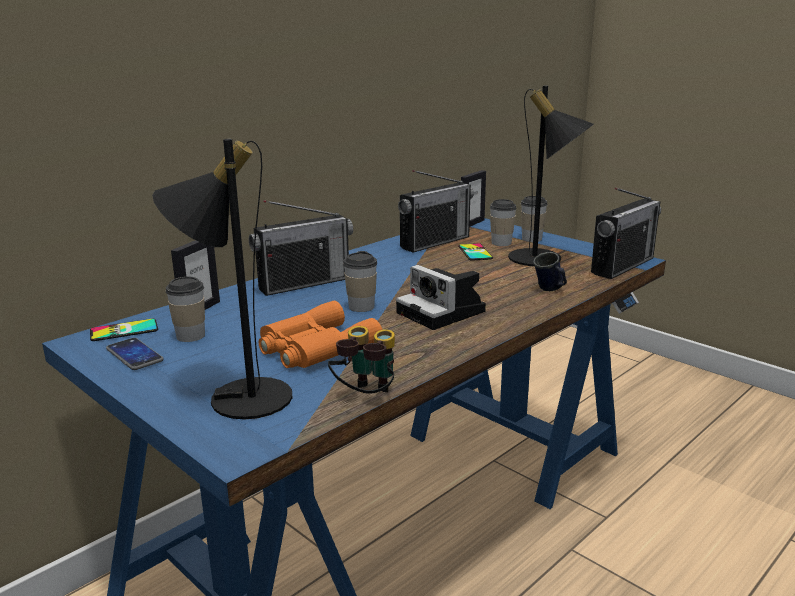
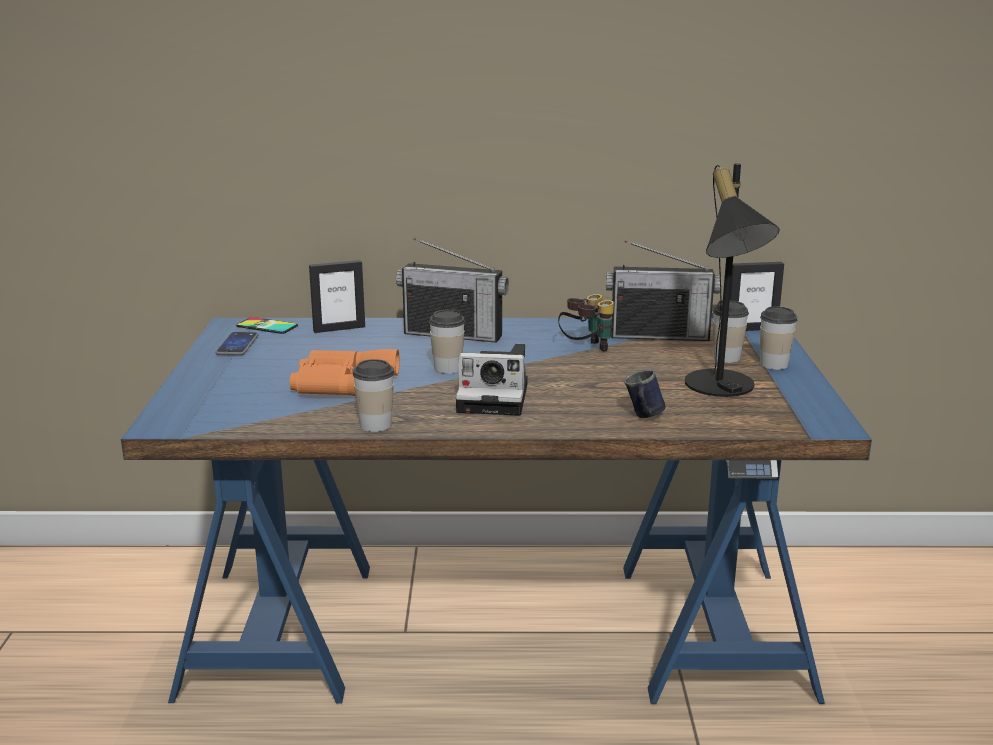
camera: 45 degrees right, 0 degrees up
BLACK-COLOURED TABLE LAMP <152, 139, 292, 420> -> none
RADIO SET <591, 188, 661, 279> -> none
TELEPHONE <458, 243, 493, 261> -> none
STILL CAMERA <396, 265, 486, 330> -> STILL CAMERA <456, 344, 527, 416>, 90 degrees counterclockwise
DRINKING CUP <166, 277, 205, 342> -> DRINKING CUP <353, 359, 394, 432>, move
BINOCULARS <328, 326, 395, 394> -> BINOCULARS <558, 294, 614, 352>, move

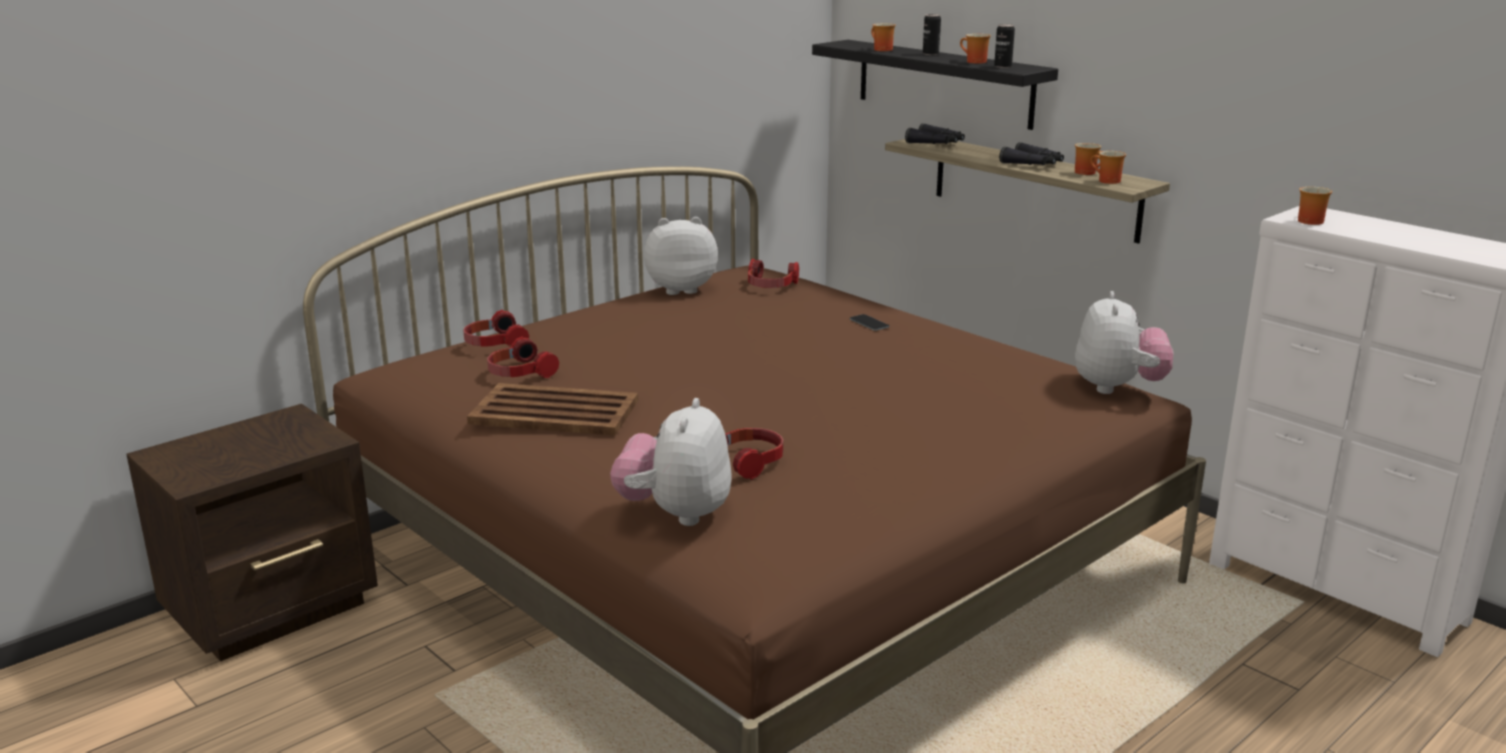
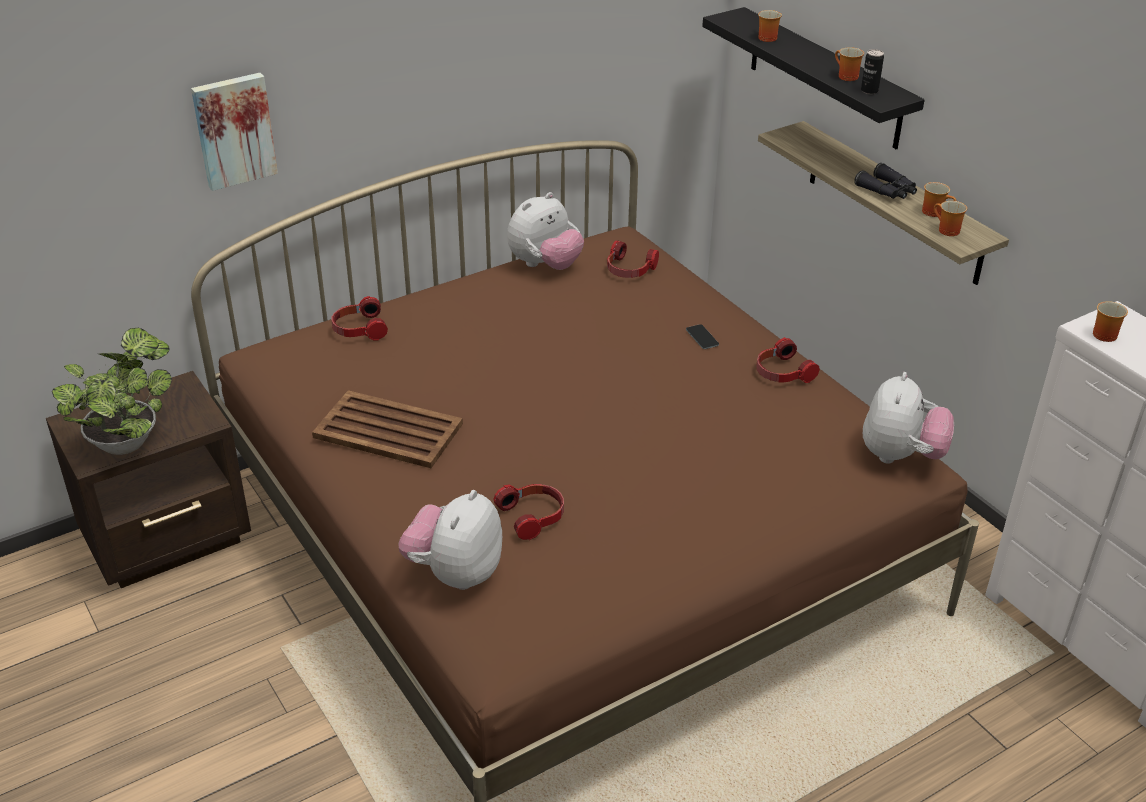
camera: 10 degrees right, 15 degrees up
SEALED CAN <923, 14, 941, 55> -> none
BLACK-COLOURED BINOCULARS <905, 123, 965, 144> -> none
SOFT TOY <644, 217, 718, 295> -> SOFT TOY <507, 192, 584, 270>, 135 degrees clockwise
HEADPHONES <487, 337, 559, 378> -> HEADPHONES <756, 337, 820, 383>, move
none -> PICTURE <191, 73, 278, 191>
none -> POTTED PLANT <52, 328, 172, 455>

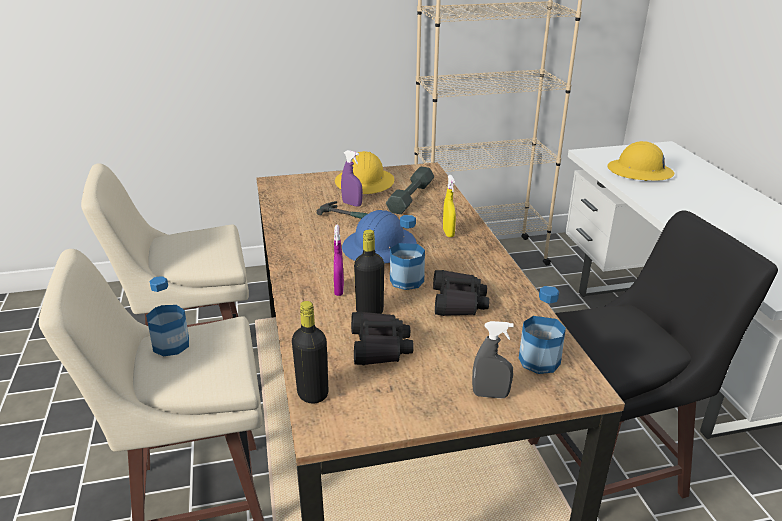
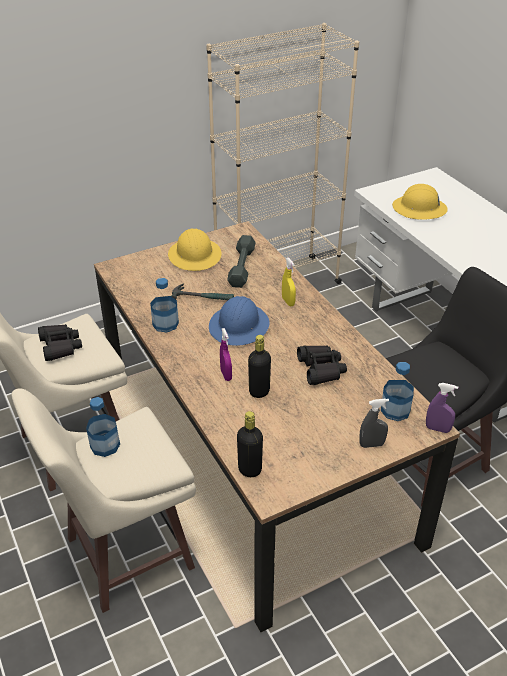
camera: 15 degrees left, 10 degrees up
PURPLE SPRAY BOTTLE <341, 150, 363, 207> -> PURPLE SPRAY BOTTLE <426, 383, 458, 433>, move
BEVERAGE BOTTLE <390, 215, 425, 290> -> BEVERAGE BOTTLE <150, 278, 179, 332>, move
BLACK-COLOURED BINOCULARS <351, 311, 414, 365> -> BLACK-COLOURED BINOCULARS <38, 324, 82, 361>, move

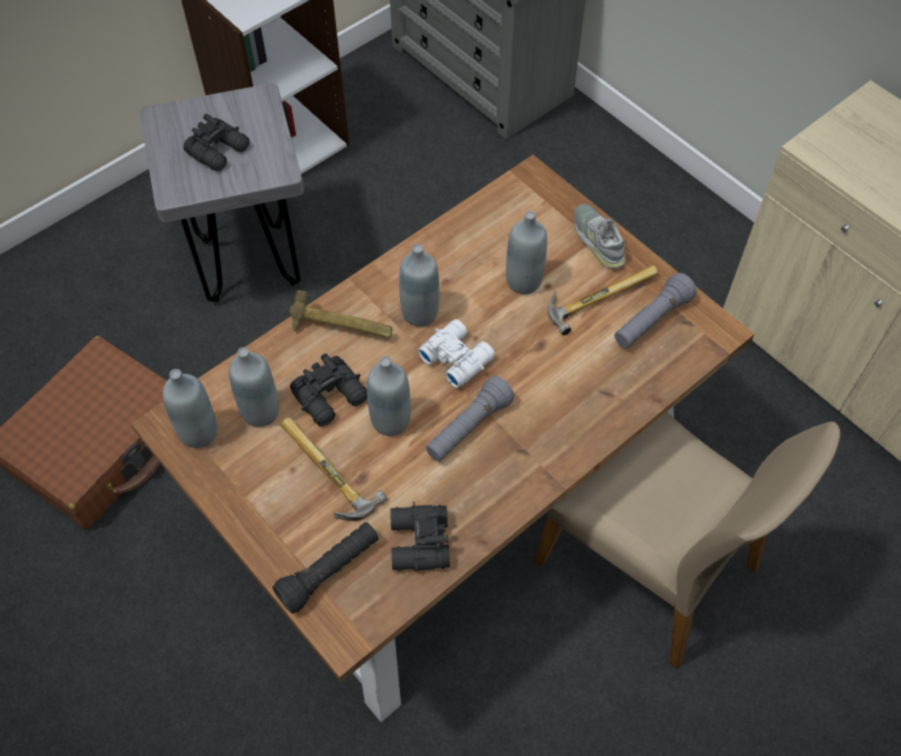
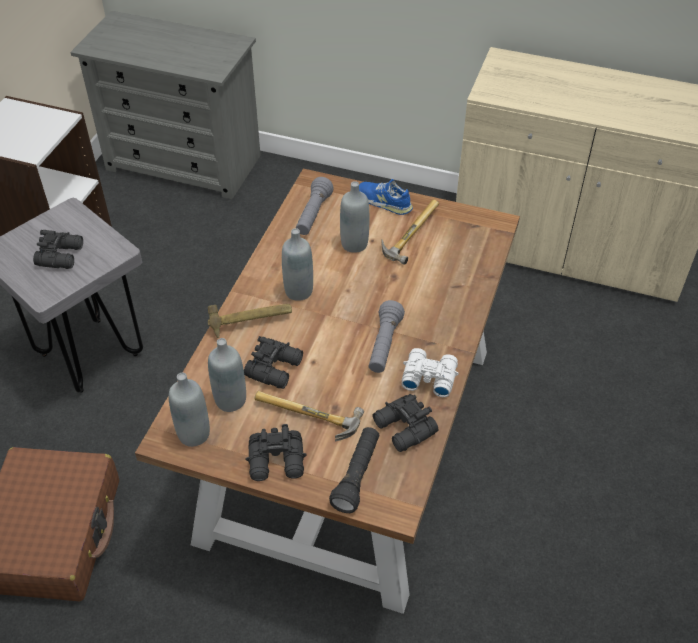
camera: 30 degrees left, 10 degrees down
GREY LOW SHOE <574, 204, 626, 269> -> BLUE-COLOURED LOW SHOE <359, 179, 413, 215>
GREY FLASHLIGHT <615, 273, 697, 348> -> GREY FLASHLIGHT <296, 177, 334, 235>, move
WHITE-COLOURED BINOCULARS <418, 319, 495, 388> -> WHITE-COLOURED BINOCULARS <402, 348, 459, 397>, move
GREY BEVERAGE BOTTLE <367, 356, 411, 436> -> none
BEIGE-COLOURED CHAIR <534, 412, 840, 669> -> none
none -> BLACK-COLOURED BINOCULARS <245, 424, 307, 481>

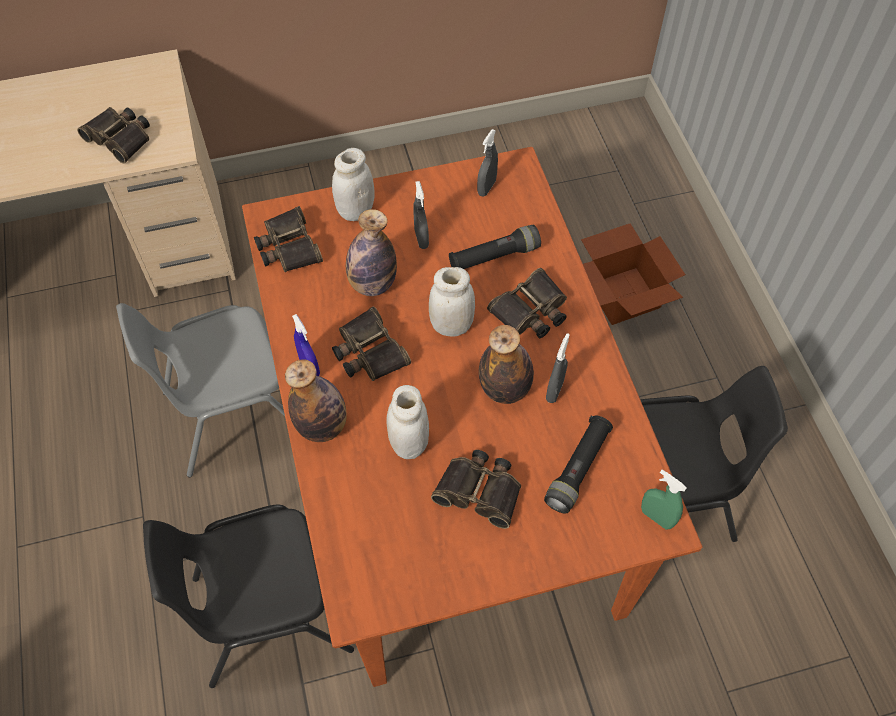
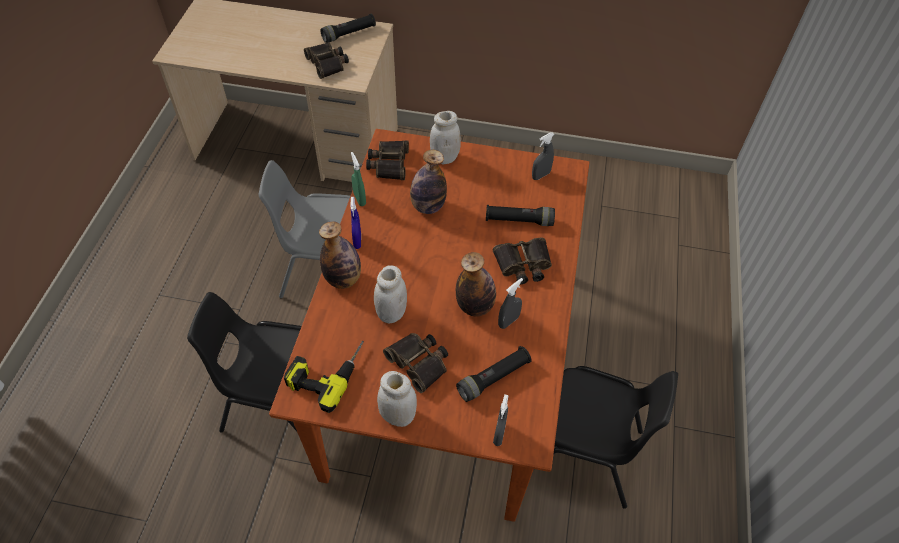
camera: 25 degrees right, 5 degrees down
GREY SPRAY BOTTLE <413, 181, 429, 249> -> GREY SPRAY BOTTLE <493, 395, 508, 446>, move
PACKING BOX <581, 223, 686, 325> -> none
WHITE-COLOURED STORAGE JAR <429, 267, 475, 337> -> WHITE-COLOURED STORAGE JAR <377, 371, 417, 427>, move
BINOCULARS <332, 306, 411, 381> -> none
GREENISH SPRAY BOTTLE <641, 469, 687, 530> -> GREENISH SPRAY BOTTLE <351, 152, 366, 206>, move
none -> BLACK-COLOURED FLASHLIGHT <320, 14, 376, 43>
none -> POWER DRILL <284, 341, 364, 413>

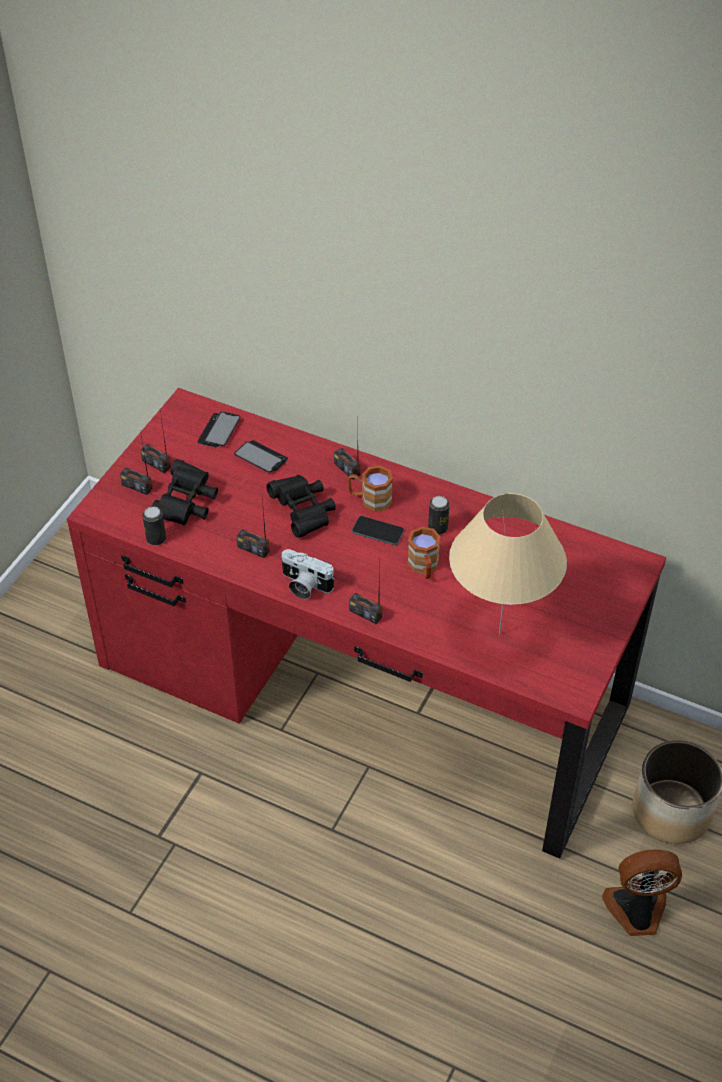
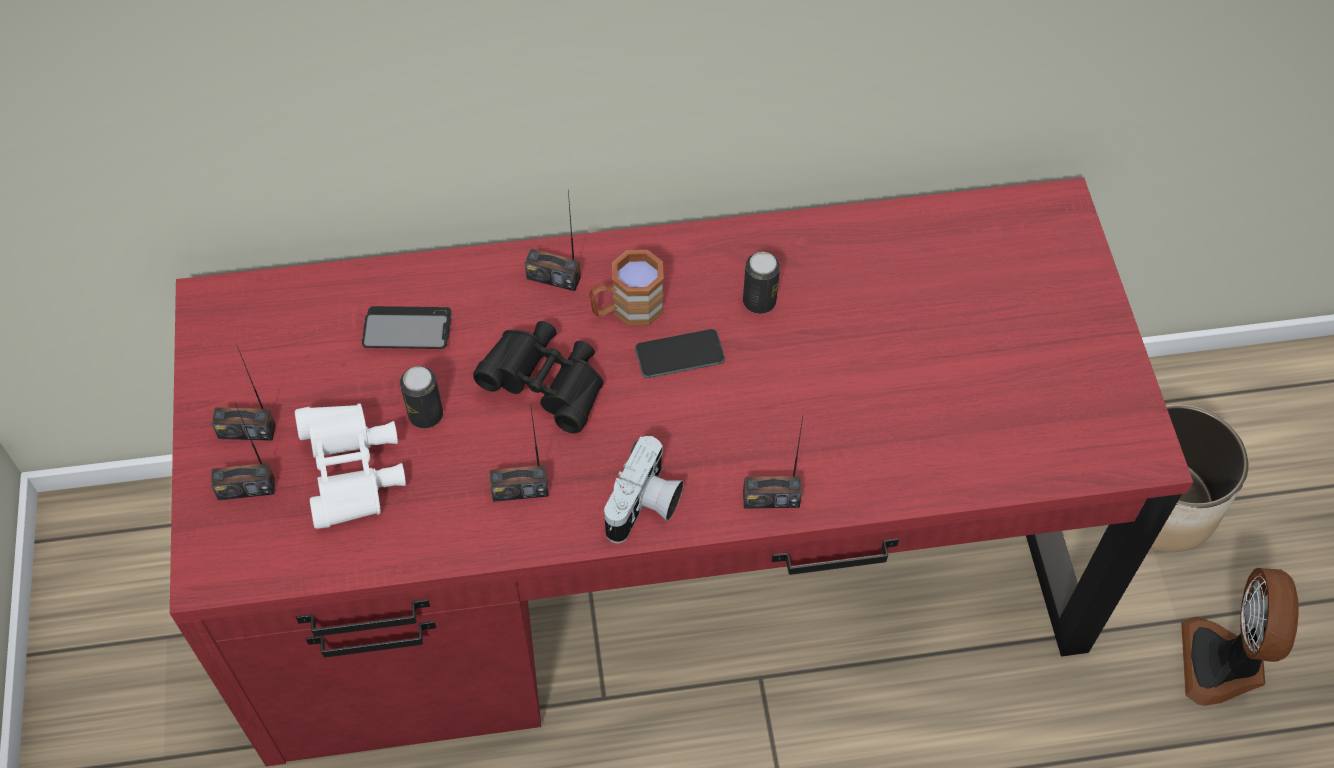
camera: 35 degrees left, 10 degrees up
TELEPHONE <197, 412, 241, 447> -> none
BLACK-COLOURED BINOCULARS <151, 459, 218, 525> -> WHITE-COLOURED BINOCULARS <295, 404, 406, 529>
BEIGE-COLOURED TABLE LAMP <449, 493, 567, 634> -> none
SEALED CAN <142, 506, 166, 545> -> SEALED CAN <400, 366, 443, 429>, move
BROWN MUG <407, 527, 440, 579> -> none
STILL CAMERA <281, 549, 334, 599> -> STILL CAMERA <604, 436, 684, 543>, 60 degrees counterclockwise
ELECTRIC FAN <602, 849, 682, 936> -> ELECTRIC FAN <1181, 568, 1299, 706>, 45 degrees counterclockwise

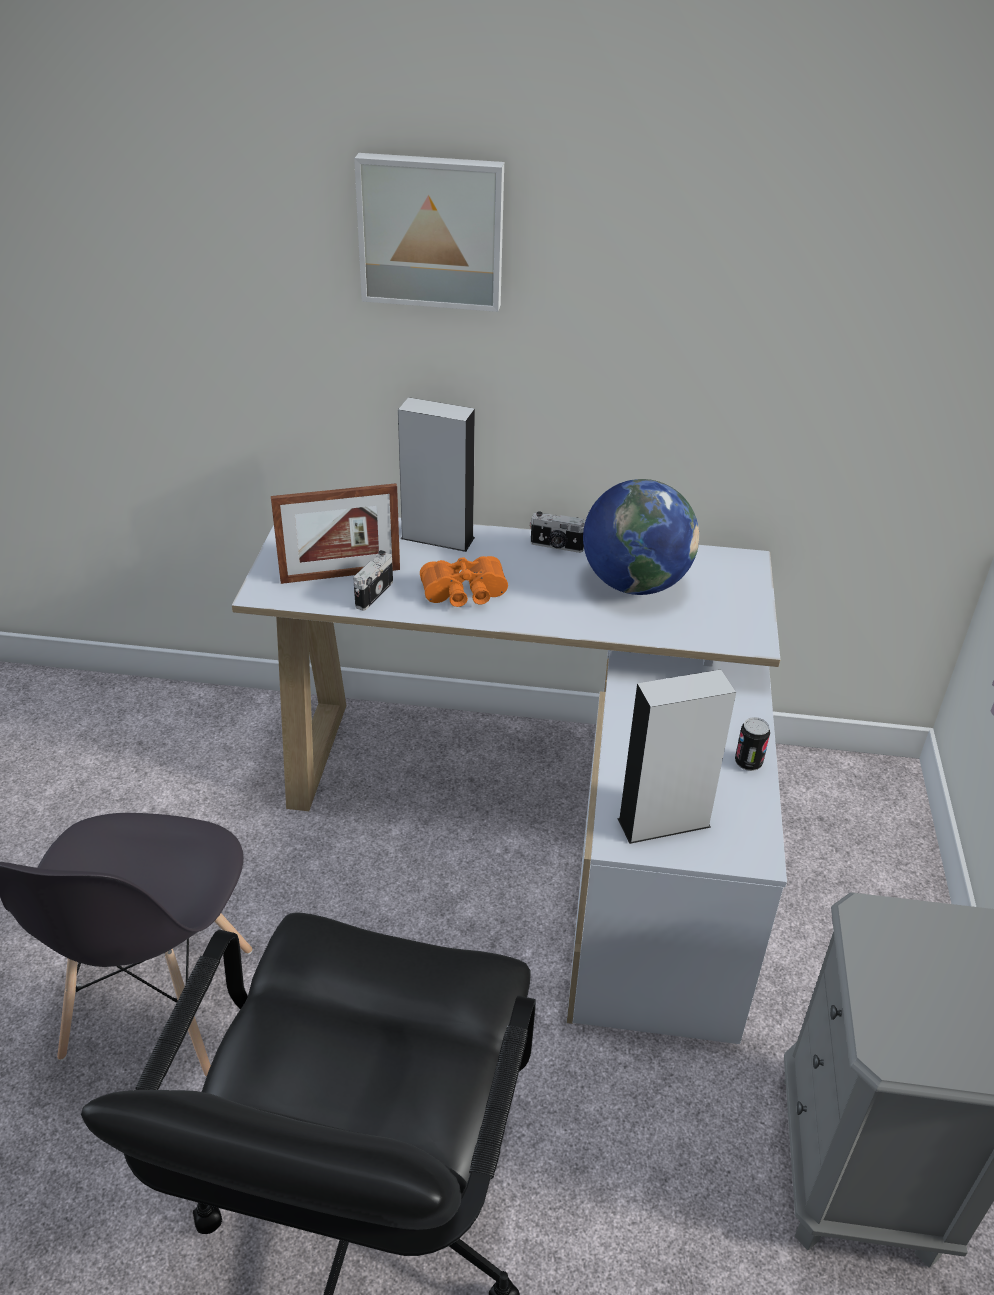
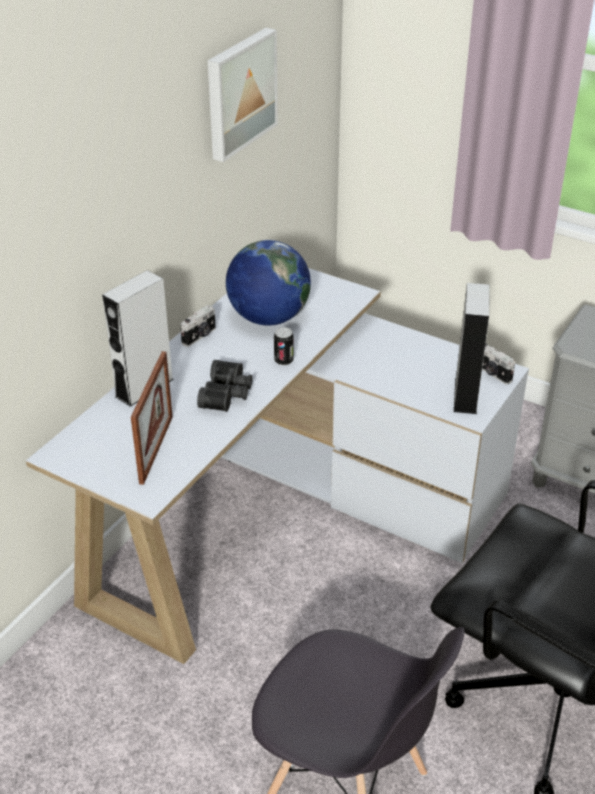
camera: 65 degrees left, 0 degrees up
PICTURE <354, 153, 504, 312> -> PICTURE <208, 28, 278, 162>, move
STILL CAMERA <353, 550, 393, 611> -> STILL CAMERA <482, 343, 515, 384>, move
ORANGE-COLOURED BINOCULARS <420, 556, 508, 607> -> BLACK-COLOURED BINOCULARS <197, 360, 253, 412>
SEALED CAN <735, 717, 770, 771> -> SEALED CAN <274, 327, 294, 366>, move

